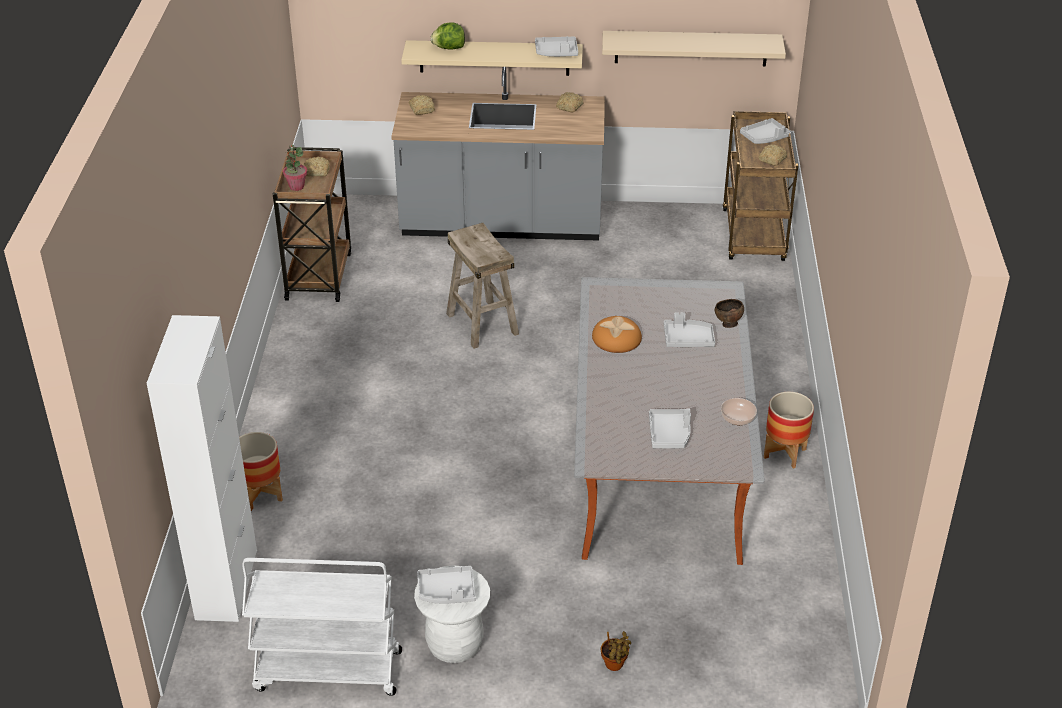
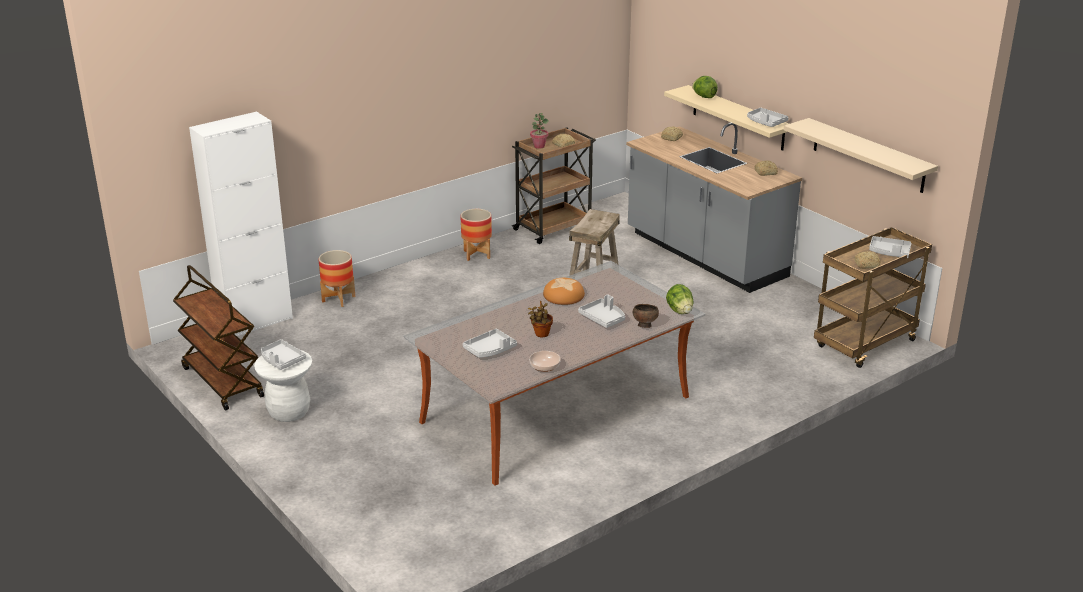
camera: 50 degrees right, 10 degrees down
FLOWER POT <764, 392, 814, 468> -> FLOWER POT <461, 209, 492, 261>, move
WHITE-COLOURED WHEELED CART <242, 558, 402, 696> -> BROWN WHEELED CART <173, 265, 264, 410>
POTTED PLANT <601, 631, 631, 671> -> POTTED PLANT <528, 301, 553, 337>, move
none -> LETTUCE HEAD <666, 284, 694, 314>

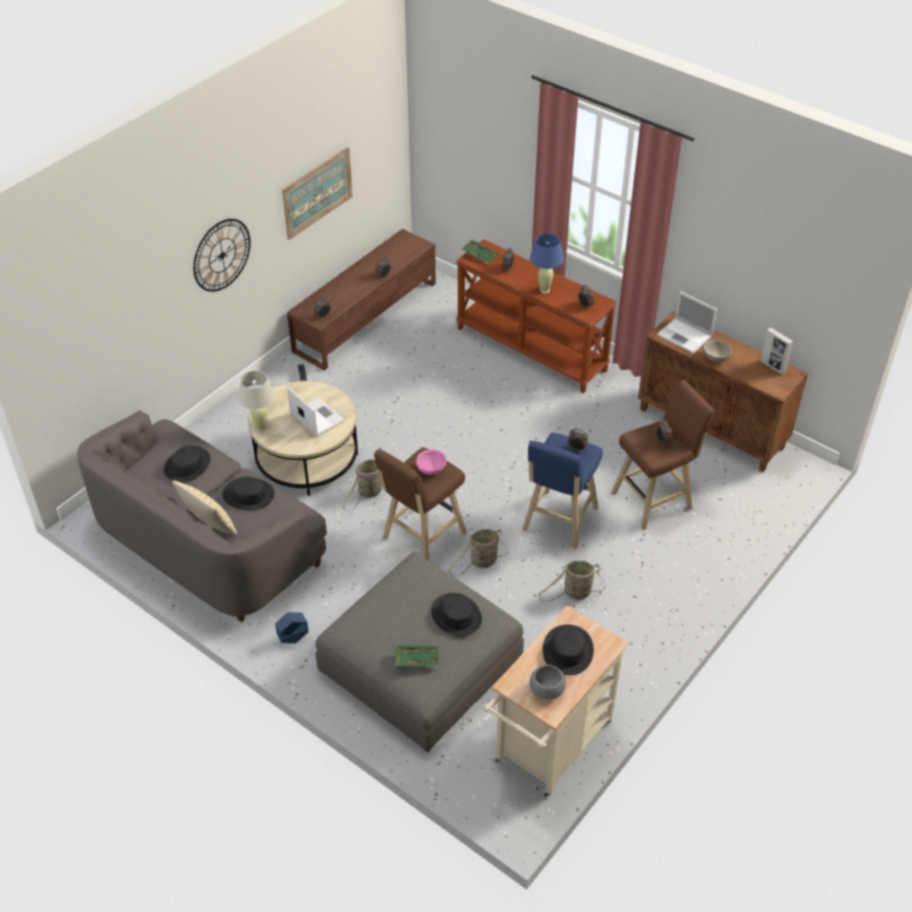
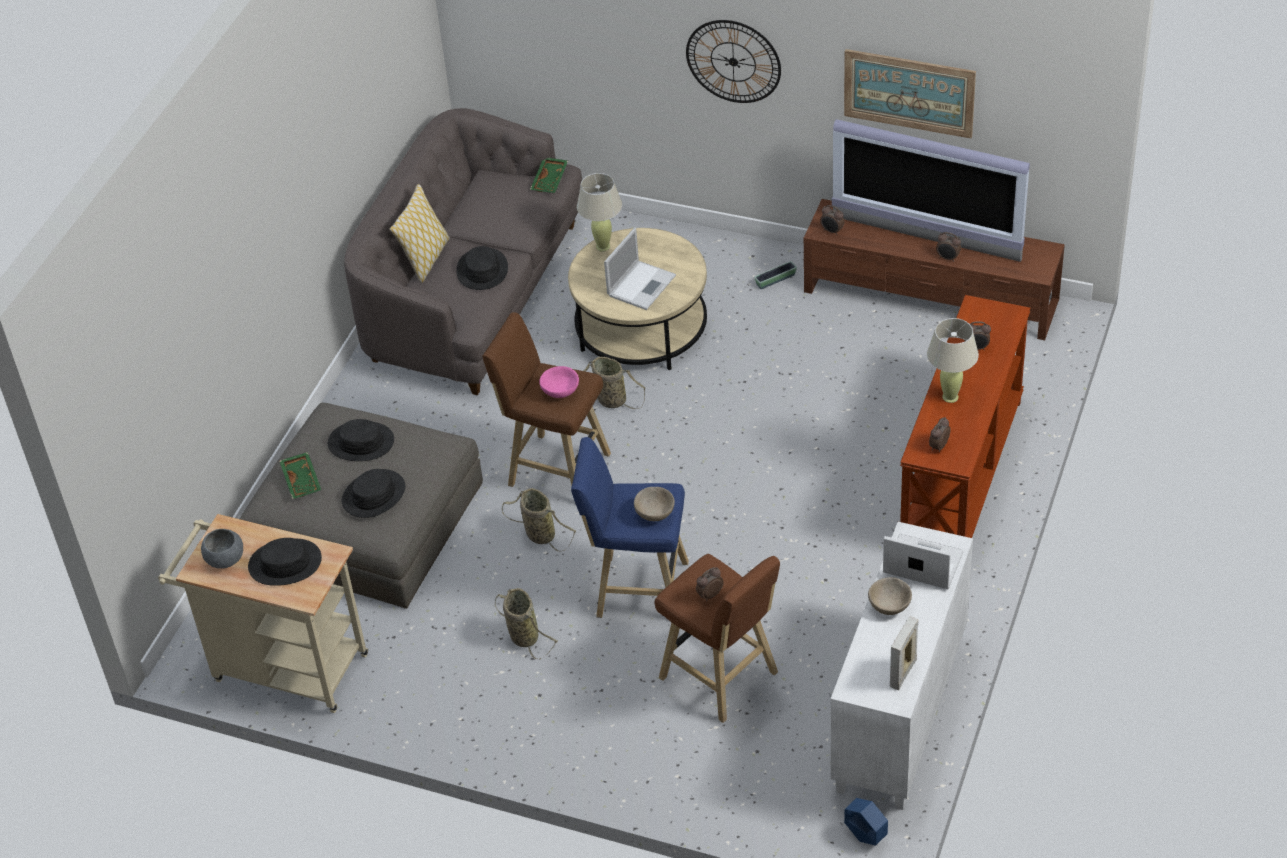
camera: 75 degrees right, 0 degrees up
BLUE-COLOURED TABLE LAMP <530, 233, 564, 294> -> BEIGE-COLOURED TABLE LAMP <927, 318, 979, 403>
GREENISH TRAY <462, 239, 499, 264> -> GREENISH TRAY <530, 158, 568, 193>, move
PORTABLE COMPUTER <657, 291, 718, 354> -> PORTABLE COMPUTER <883, 534, 964, 589>, 90 degrees clockwise
BROWN STORAGE CABINET <638, 311, 808, 472> -> WHITE-COLOURED STORAGE CABINET <830, 522, 973, 810>
TABLE CLOCK <568, 428, 588, 452> -> BEIGE-COLOURED SERVING BOWL <634, 487, 675, 521>
BLACK-COLOURED HAT <164, 446, 211, 482> -> BLACK-COLOURED HAT <328, 419, 394, 461>, move
BLUE-COLOURED FLOWER POT <275, 612, 309, 643> -> BLUE-COLOURED FLOWER POT <844, 798, 888, 846>, move
none -> TV SET <832, 119, 1030, 262>

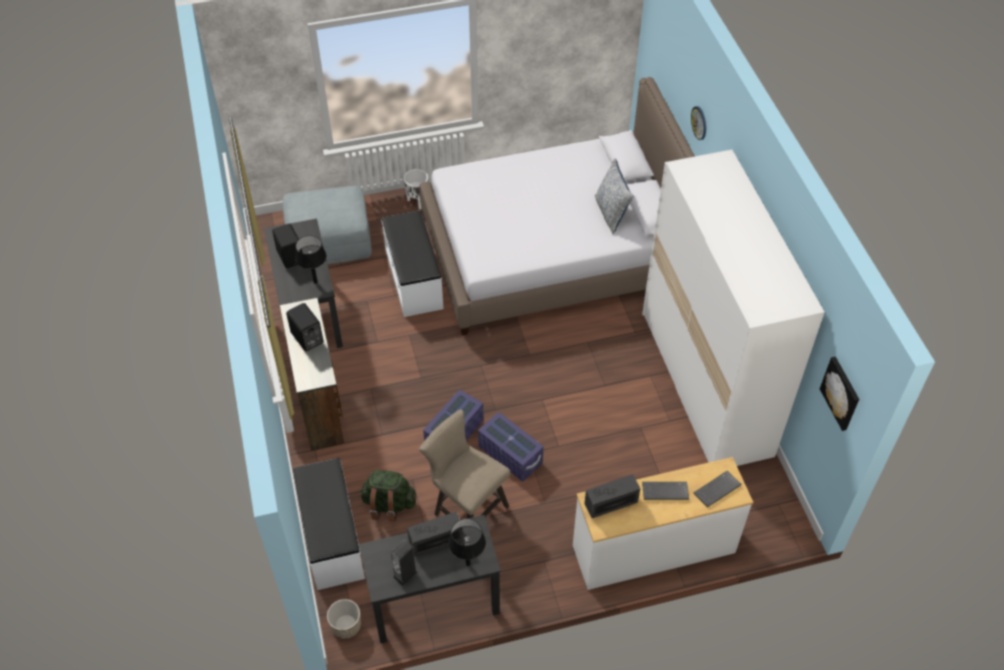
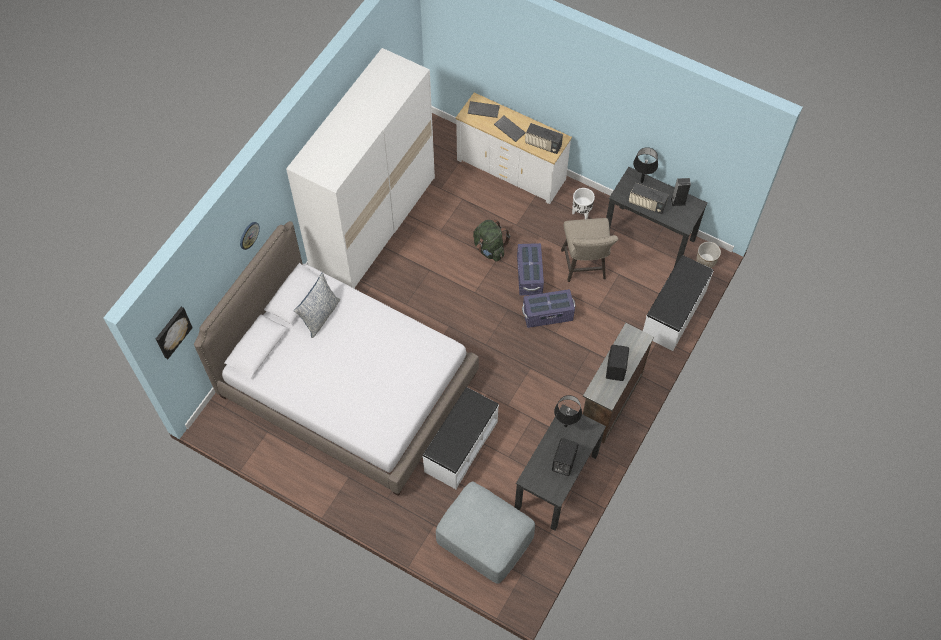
camera: 135 degrees left, 10 degrees up
WHITE-COLOURED FLOWER POT <404, 169, 428, 209> -> WHITE-COLOURED FLOWER POT <572, 188, 595, 219>, move
PICTURE <820, 357, 859, 431> -> PICTURE <156, 307, 193, 359>, move
GREENISH BACKPACK <360, 470, 416, 522> -> GREENISH BACKPACK <473, 220, 510, 262>, move

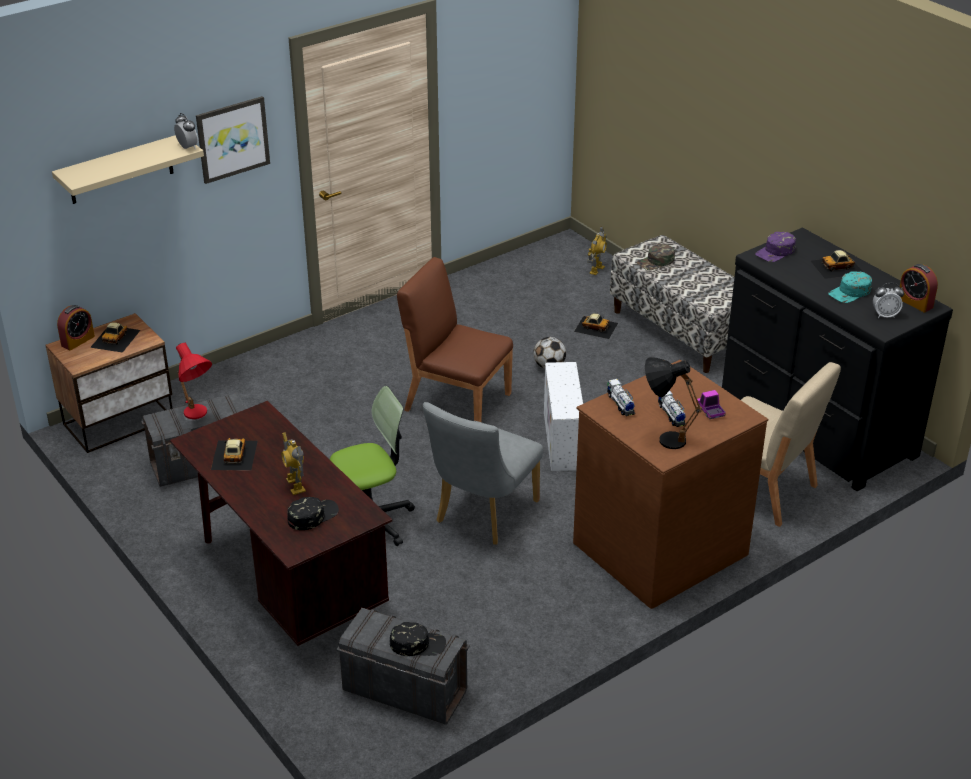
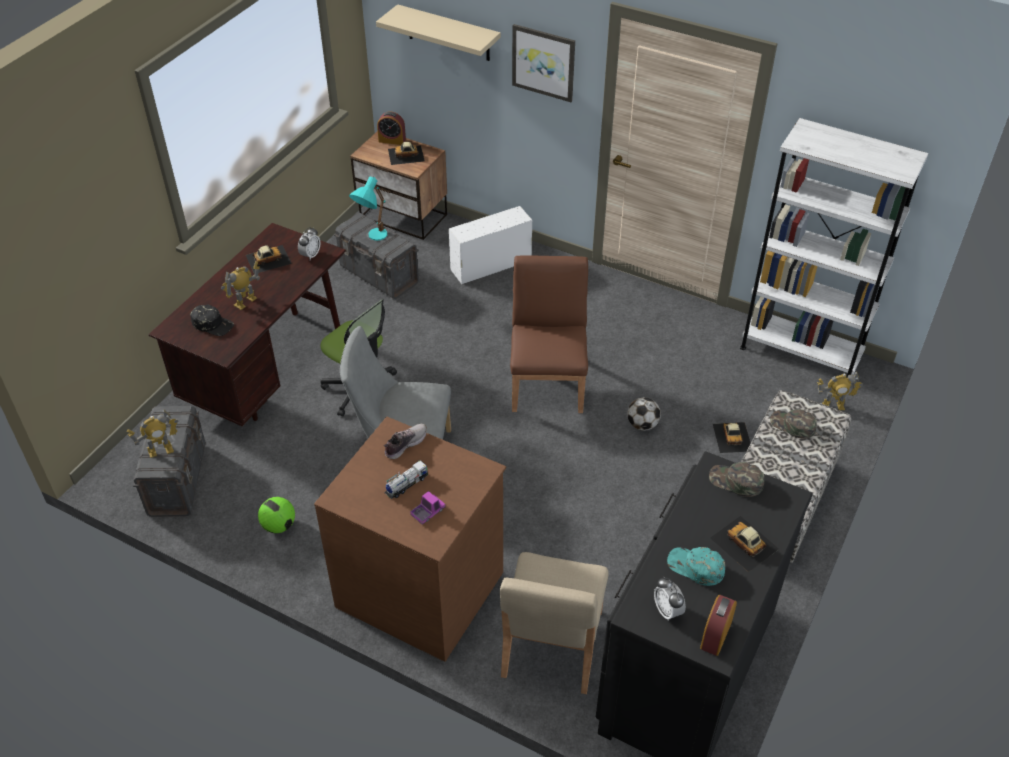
camera: 65 degrees right, 10 degrees up
TABLE CLOCK <174, 113, 198, 149> -> TABLE CLOCK <298, 227, 320, 260>, move
PURPLE CAP <755, 232, 796, 262> -> GREENISH CAP <709, 462, 764, 497>
RED TABLE LAMP <176, 343, 212, 419> -> BLUE-GREEN TABLE LAMP <349, 177, 387, 241>
BLACK-COLOURED TABLE LAMP <645, 357, 702, 449> -> none
WHITE-COLOURED STORAGE BOX <544, 362, 583, 471> -> WHITE-COLOURED STORAGE BOX <449, 206, 532, 284>, move
MODEL TRUCK <607, 379, 635, 416> -> LOW SHOE <383, 424, 427, 459>
BLACK-COLOURED CAP <390, 622, 446, 656> -> MODEL ROBOT <127, 410, 179, 458>
none -> WHITE-COLOURED BOOKSHELF <740, 118, 928, 378>
none -> FOOTBALL <258, 497, 295, 533>

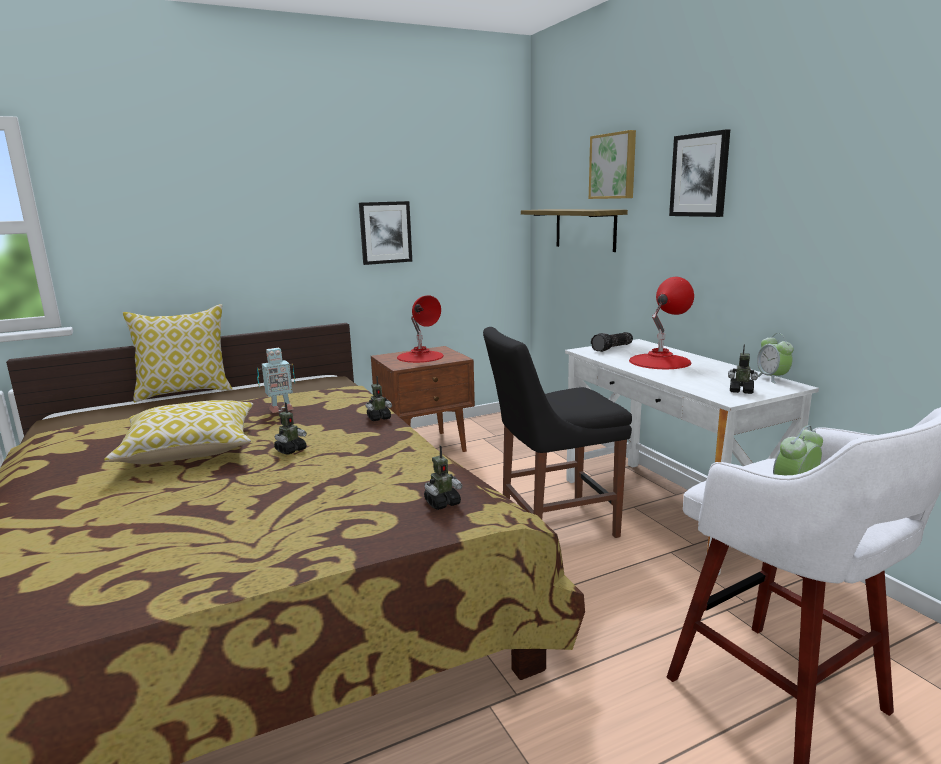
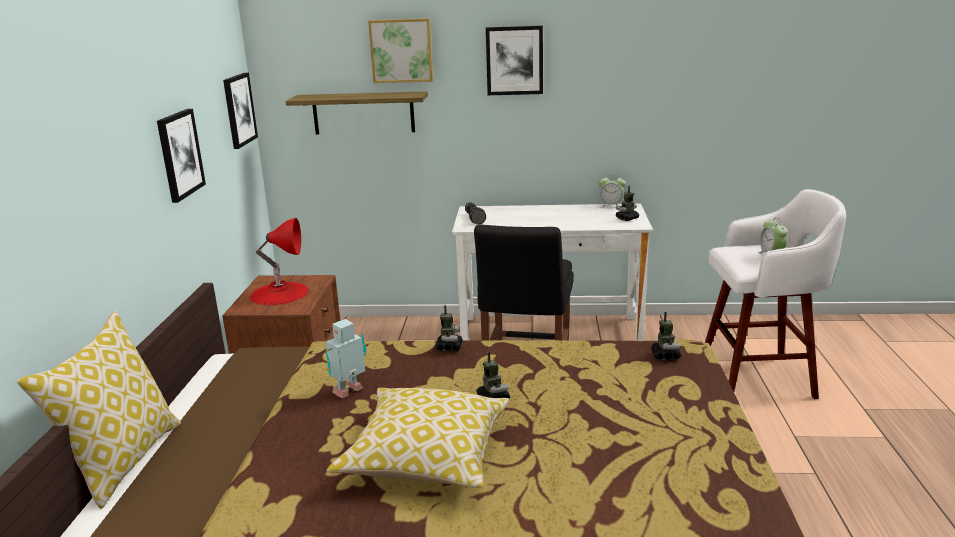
camera: 60 degrees left, 5 degrees up
RED TABLE LAMP <629, 277, 694, 369> -> none
MODEL ROBOT <257, 348, 295, 413> -> MODEL ROBOT <325, 319, 366, 398>, 135 degrees counterclockwise
none -> PICTURE <223, 73, 258, 149>

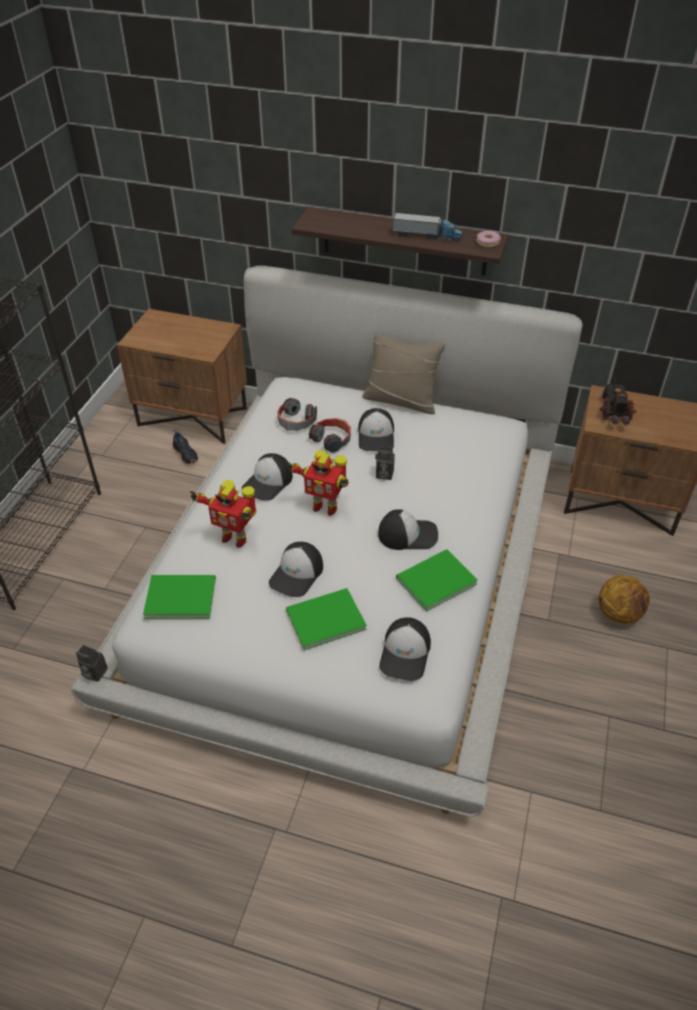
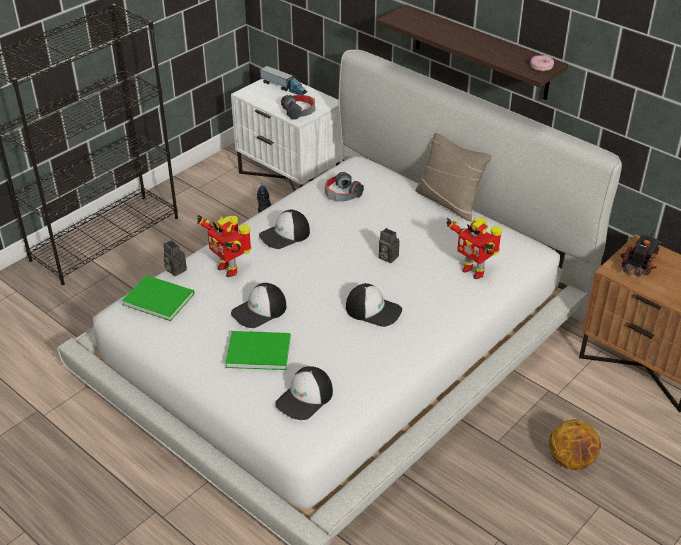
camera: 25 degrees right, 5 degrees down
MODEL TRUCK <393, 213, 463, 242> -> MODEL TRUCK <260, 66, 307, 95>, move
BROWN NIGHTSTAND <117, 309, 247, 444> -> WHITE-COLOURED NIGHTSTAND <231, 79, 344, 191>
CAP <358, 408, 394, 451> -> none
HEADPHONES <309, 418, 351, 453> -> HEADPHONES <281, 95, 315, 119>, move
MODEL ROBOT <285, 450, 349, 516> -> MODEL ROBOT <446, 217, 502, 279>, move
GREENISH VOLUME <396, 549, 478, 612> -> none
STILL CAMERA <76, 645, 108, 682> -> STILL CAMERA <163, 240, 187, 276>, move

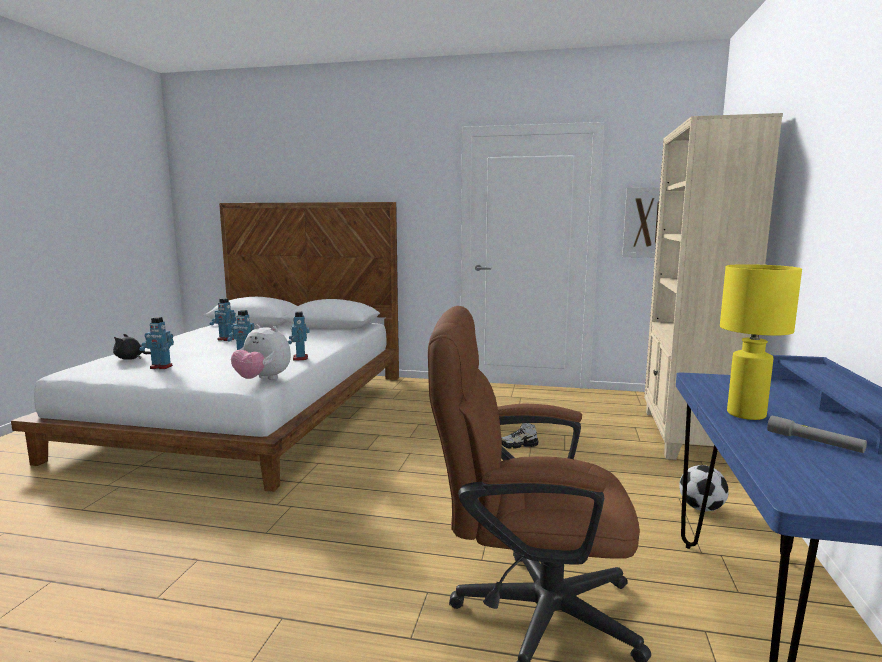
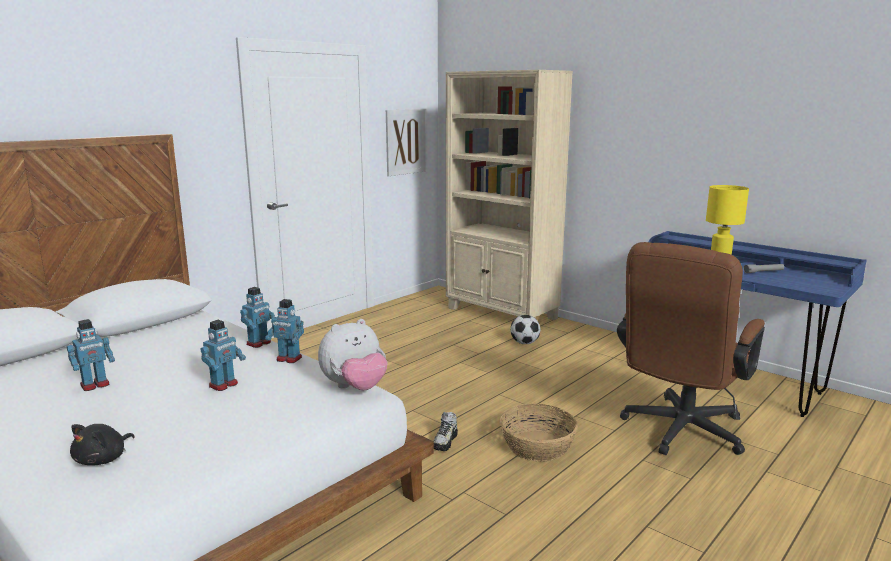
camera: 60 degrees left, 5 degrees up
MODEL ROBOT <139, 317, 174, 369> -> MODEL ROBOT <240, 287, 275, 348>, move
LOW SHOE <501, 423, 539, 449> -> LOW SHOE <433, 412, 458, 451>, move
FOOTBALL <679, 465, 729, 511> -> FOOTBALL <510, 315, 540, 344>, move
none -> HOUSEHOLD BASKET <500, 404, 578, 462>

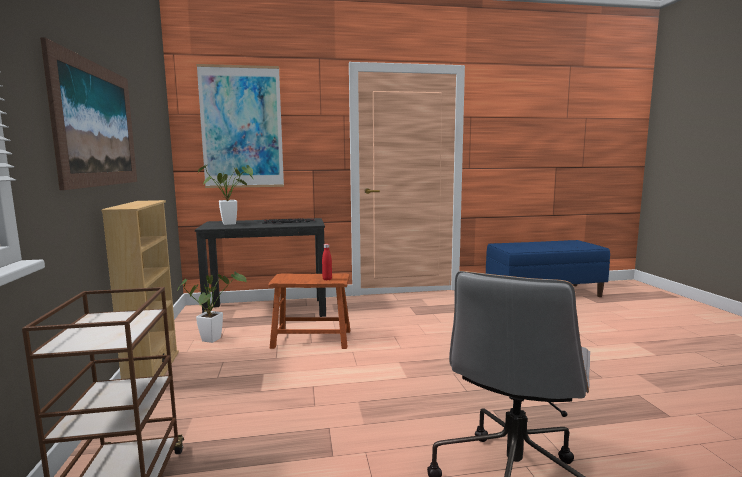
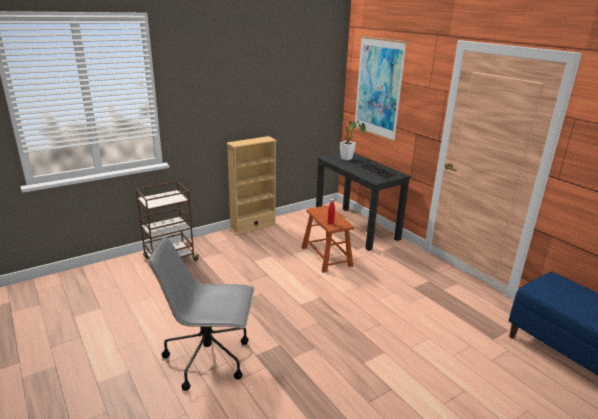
camera: 65 degrees right, 15 degrees up
PICTURE <40, 37, 137, 190> -> none
POTTED PLANT <178, 272, 247, 343> -> none

